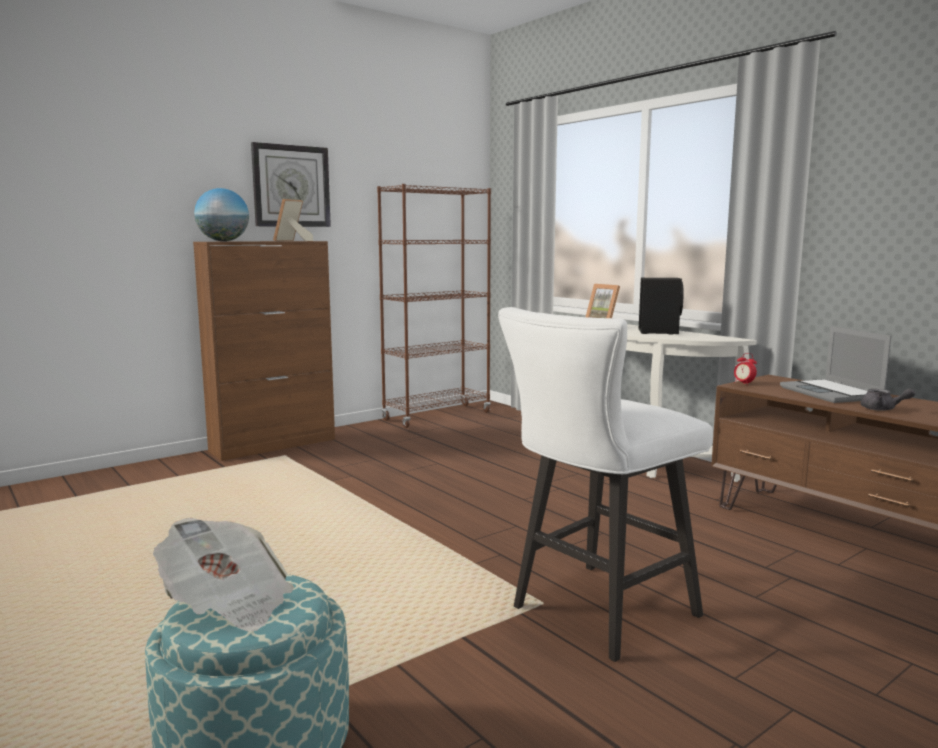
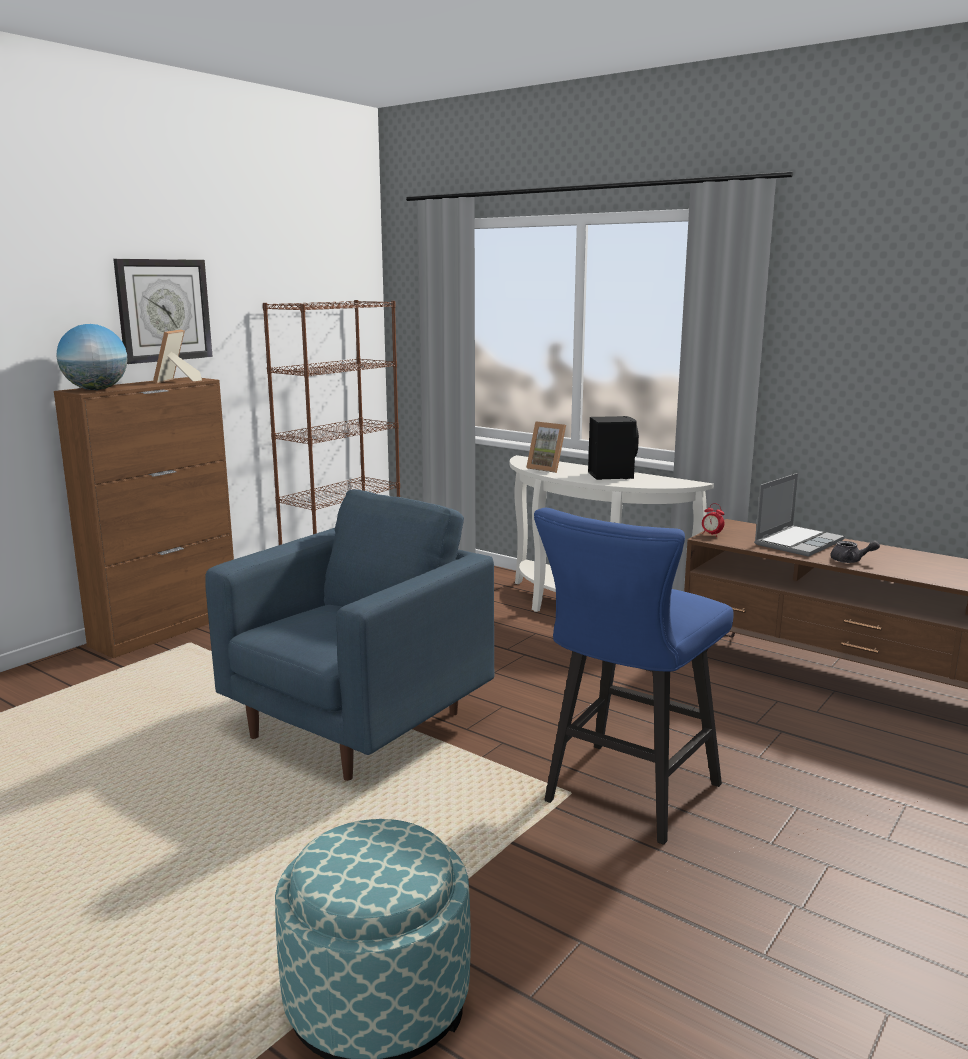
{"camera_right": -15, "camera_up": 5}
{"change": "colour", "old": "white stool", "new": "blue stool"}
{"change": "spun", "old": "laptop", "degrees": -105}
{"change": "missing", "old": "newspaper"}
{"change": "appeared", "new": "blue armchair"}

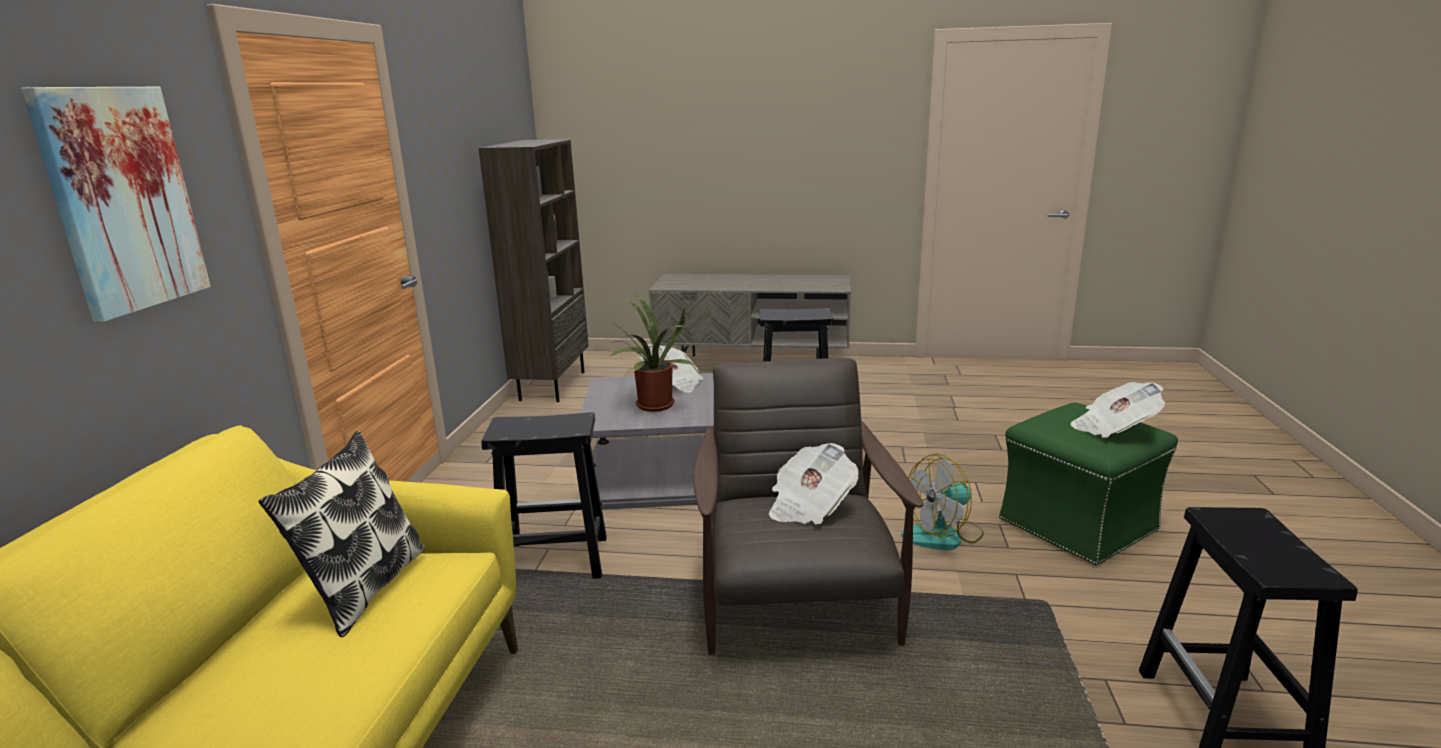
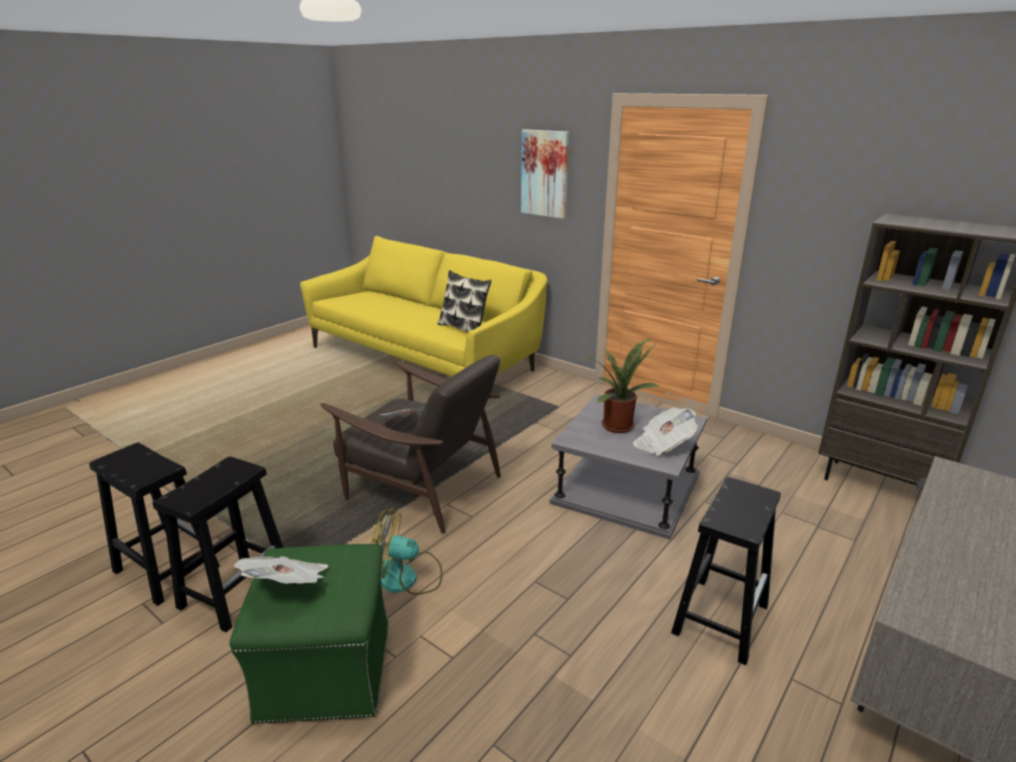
{"camera_right": 120, "camera_up": 5}
{"change": "relocated", "old": "black stool (no. 1 from left in the first image)", "new": "black stool (no. 2 from left)"}
{"change": "spun", "old": "fan", "degrees": -90}

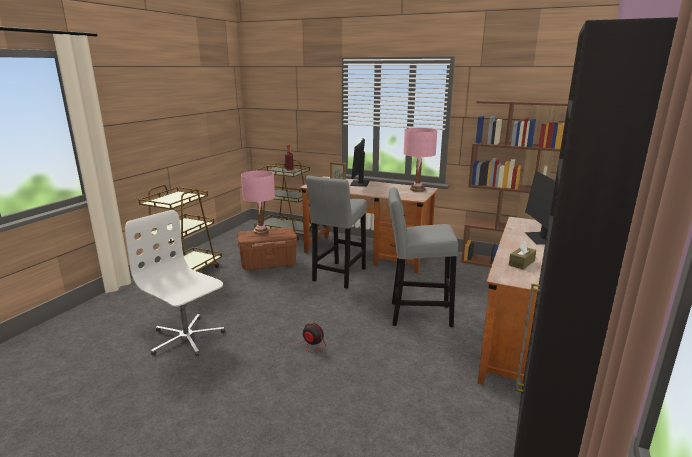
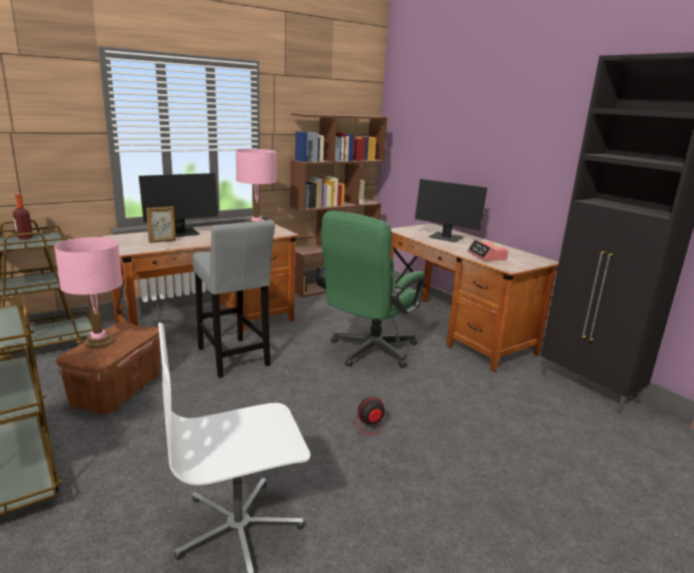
{"camera_right": -60, "camera_up": 0}
{"change": "spun", "old": "monitor (no. 1 from left)", "degrees": -75}
{"change": "exchanged", "old": "grey stool (no. 2 from left)", "new": "green office chair"}
{"change": "exchanged", "old": "brown tissue box", "new": "alarm clock"}

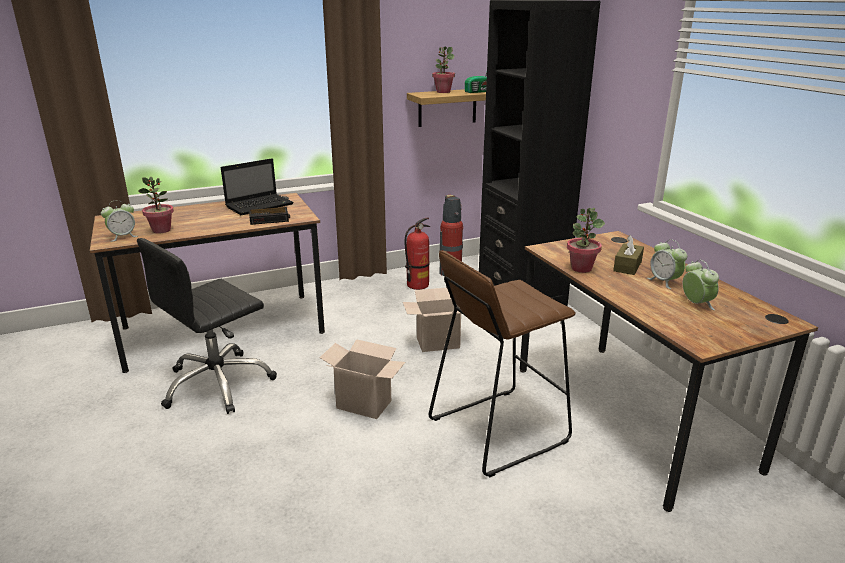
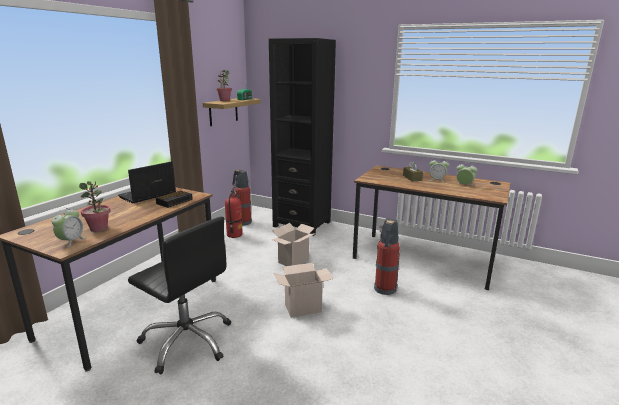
{"camera_right": -40, "camera_up": -5}
{"change": "spun", "old": "laptop", "degrees": -150}
{"change": "missing", "old": "potted plant (no. 3 from left)"}
{"change": "spun", "old": "black office chair", "degrees": -60}
{"change": "exchanged", "old": "brown stool", "new": "fire extinguisher (no. 3 from left)"}

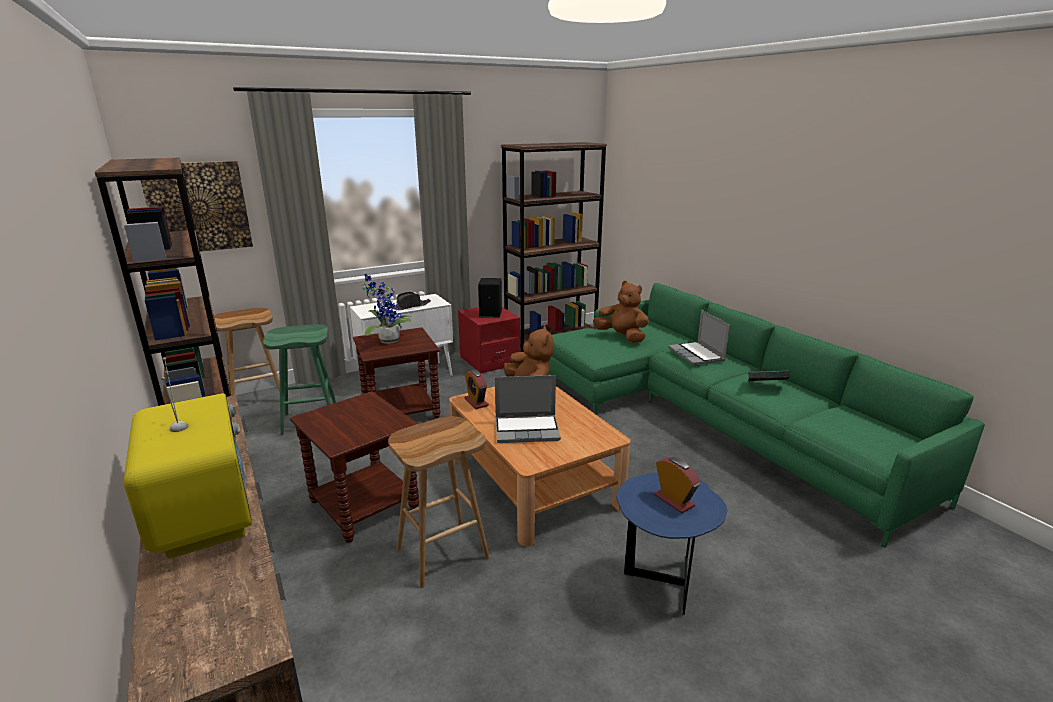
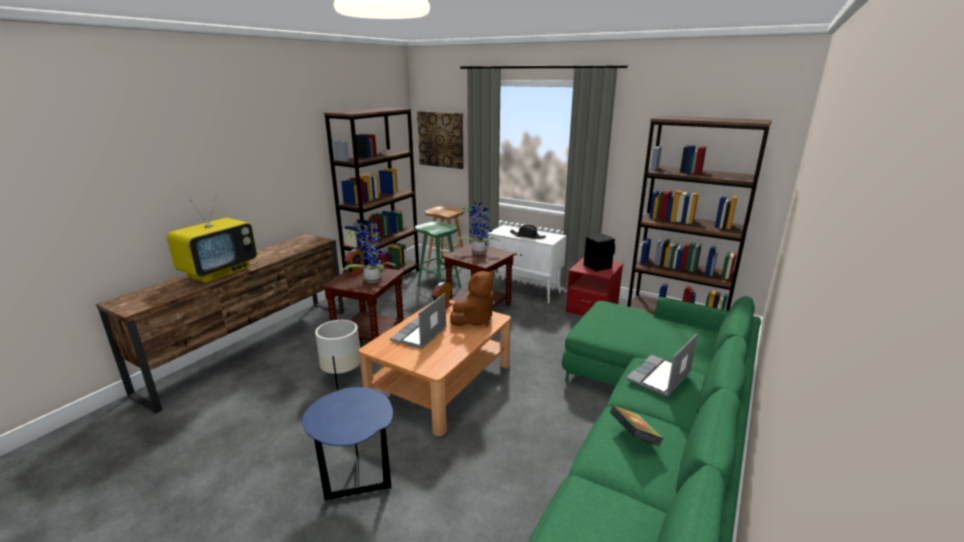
{"camera_right": 60, "camera_up": 0}
{"change": "missing", "old": "brown plush toy (no. 2 from left)"}
{"change": "spun", "old": "laptop (no. 1 from left)", "degrees": 60}
{"change": "exchanged", "old": "brown stool (no. 2 from left)", "new": "white planter"}
{"change": "relocated", "old": "alarm clock (no. 2 from left in the first image)", "new": "alarm clock (no. 1 from left)"}
{"change": "appeared", "new": "potted plant (no. 1 from left)"}

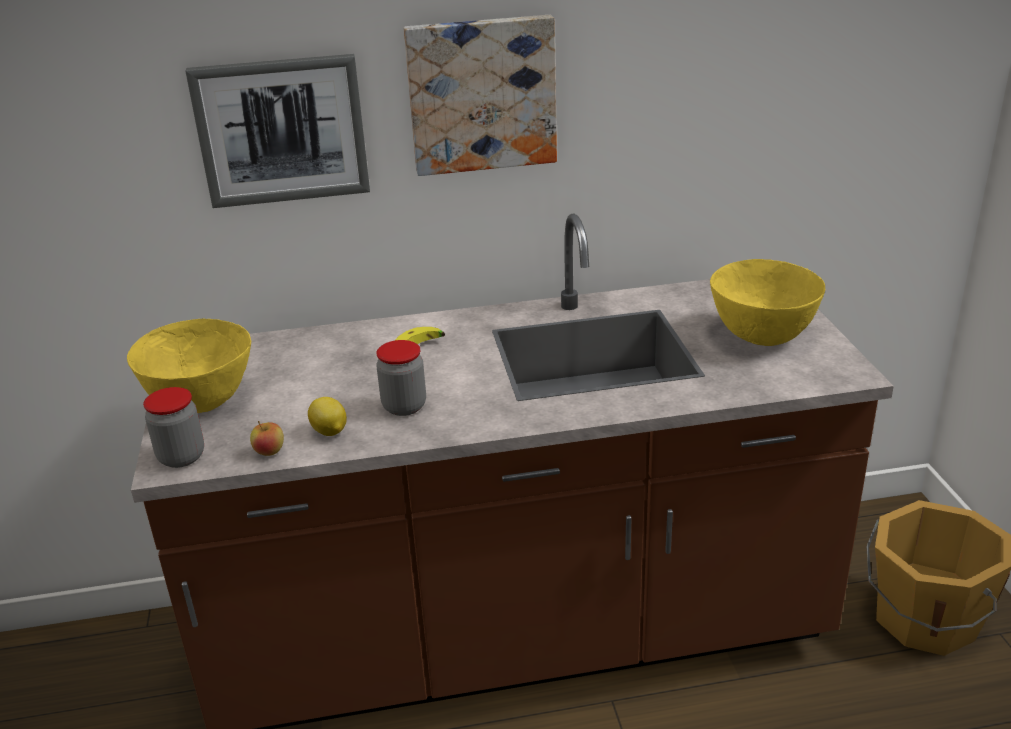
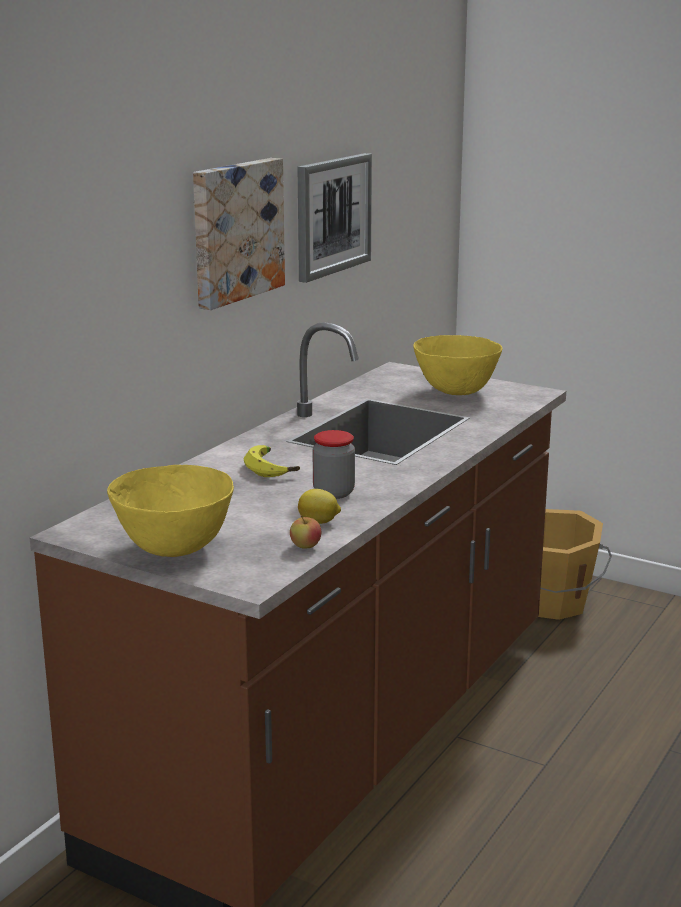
{"camera_right": -50, "camera_up": -10}
{"change": "relocated", "old": "picture (no. 1 from left in the first image)", "new": "picture (no. 2 from left)"}
{"change": "missing", "old": "jar (no. 1 from left)"}

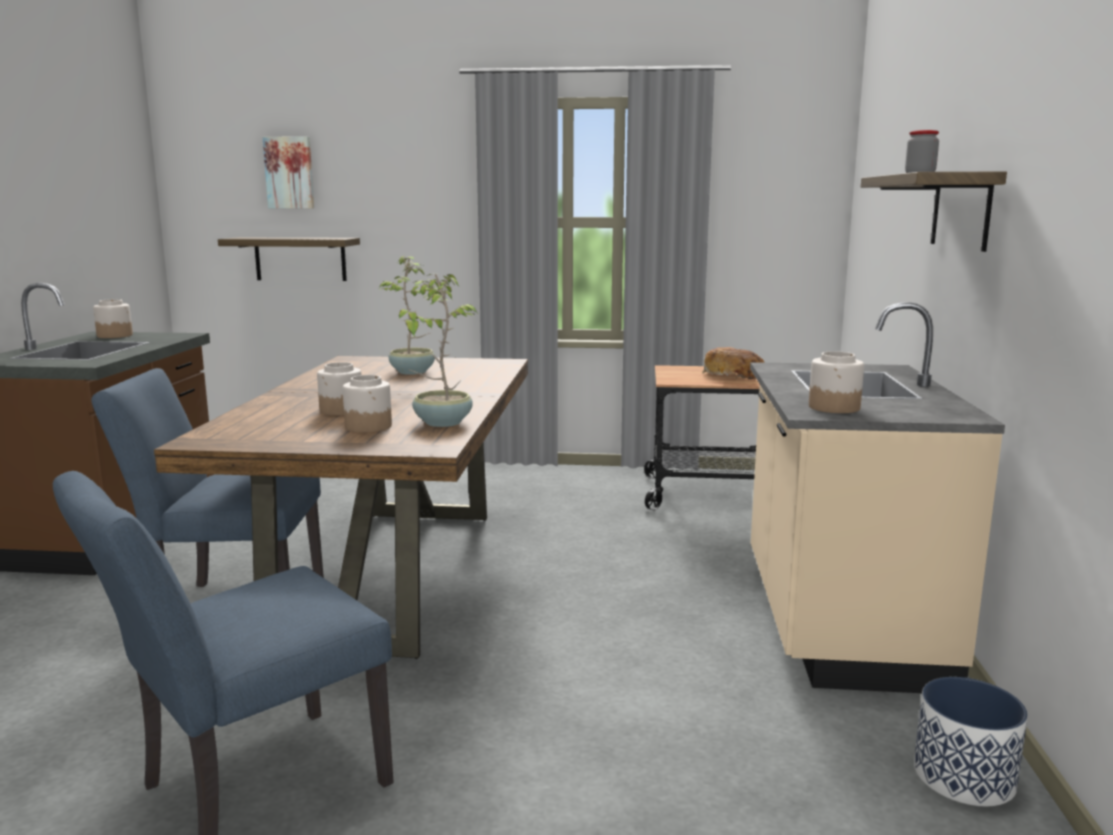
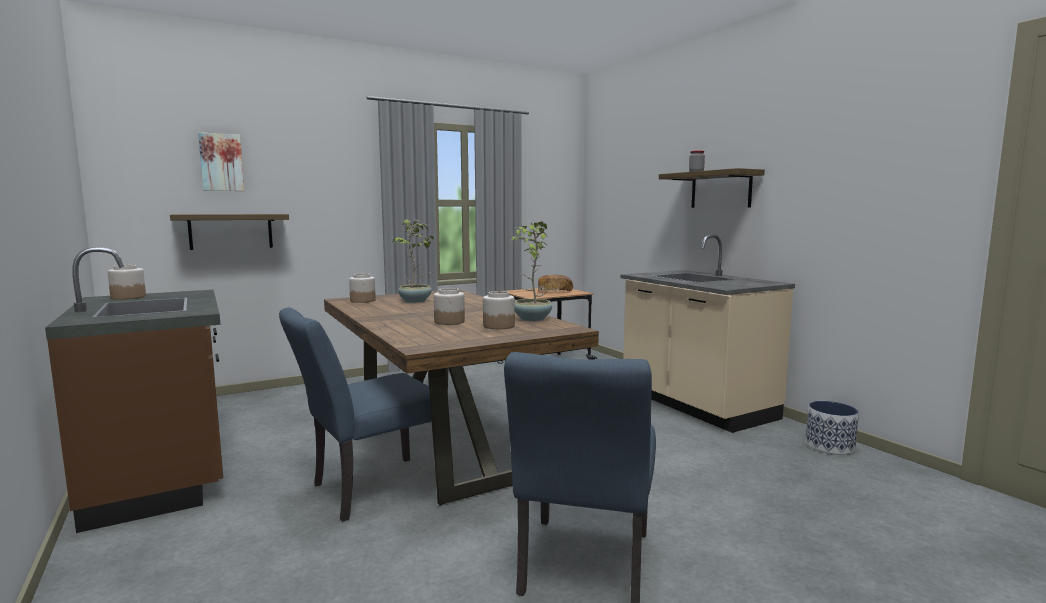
{"camera_right": -35, "camera_up": -5}
{"change": "relocated", "old": "jar (no. 4 from left in the first image)", "new": "jar (no. 2 from left)"}

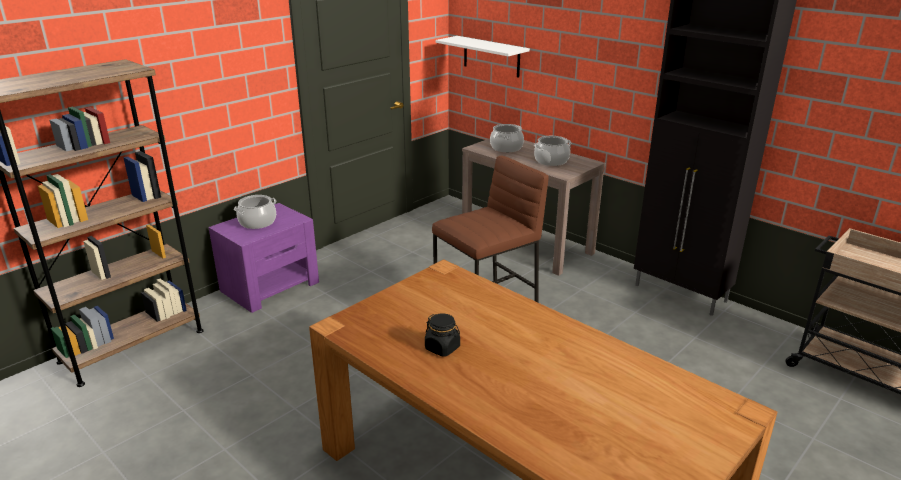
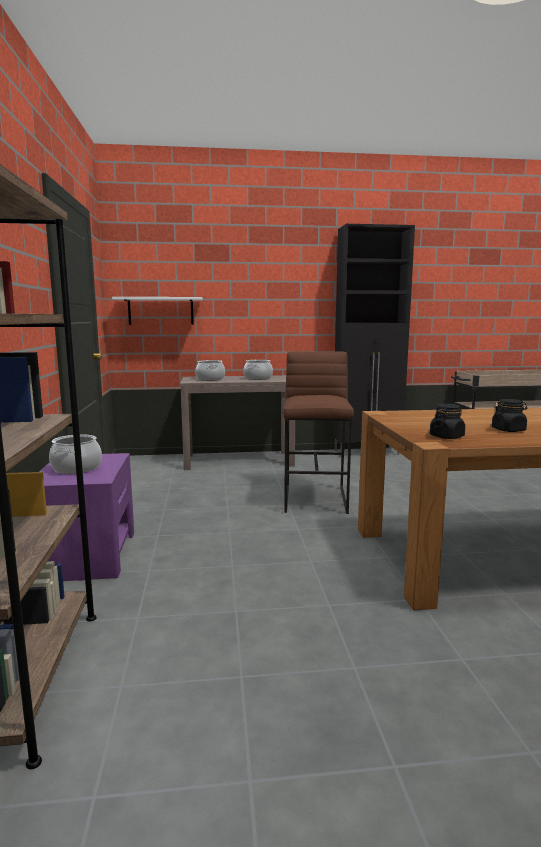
{"camera_right": -50, "camera_up": -15}
{"change": "appeared", "new": "black jar (no. 1 from left)"}

